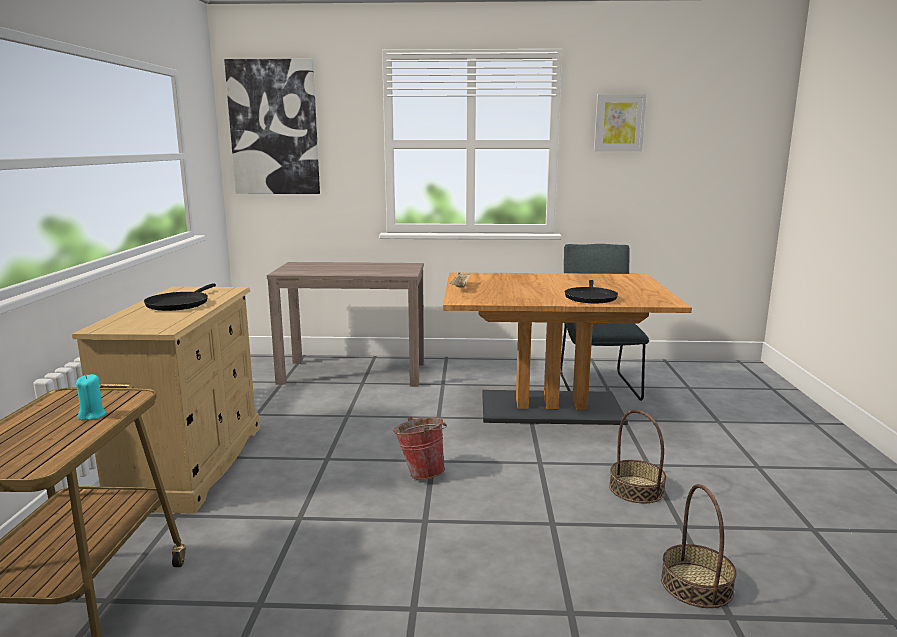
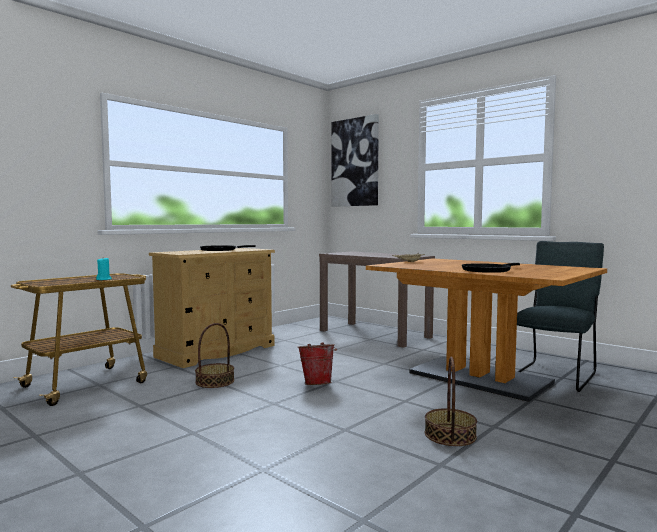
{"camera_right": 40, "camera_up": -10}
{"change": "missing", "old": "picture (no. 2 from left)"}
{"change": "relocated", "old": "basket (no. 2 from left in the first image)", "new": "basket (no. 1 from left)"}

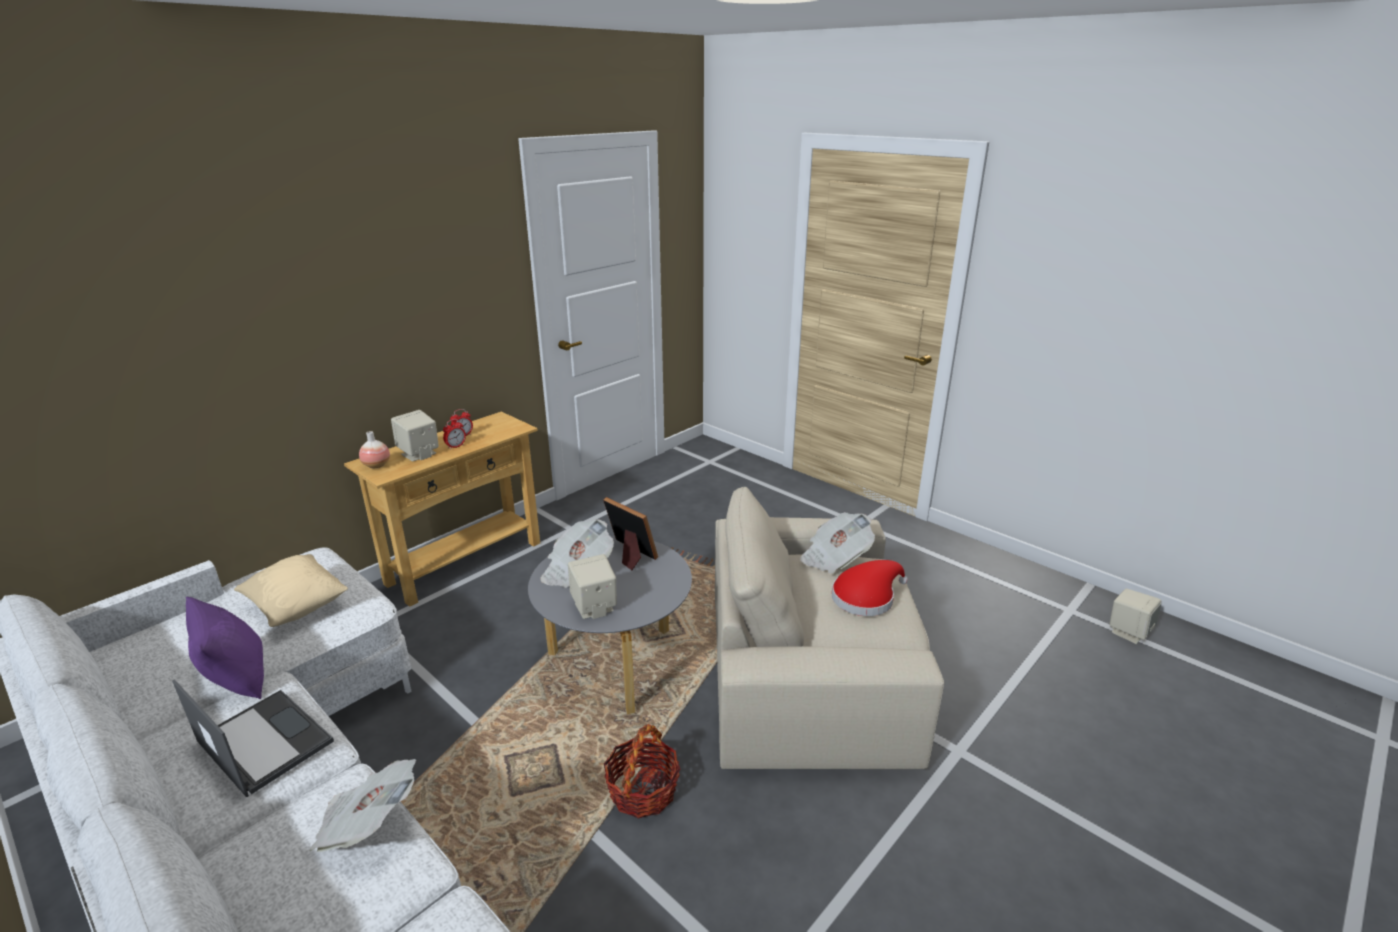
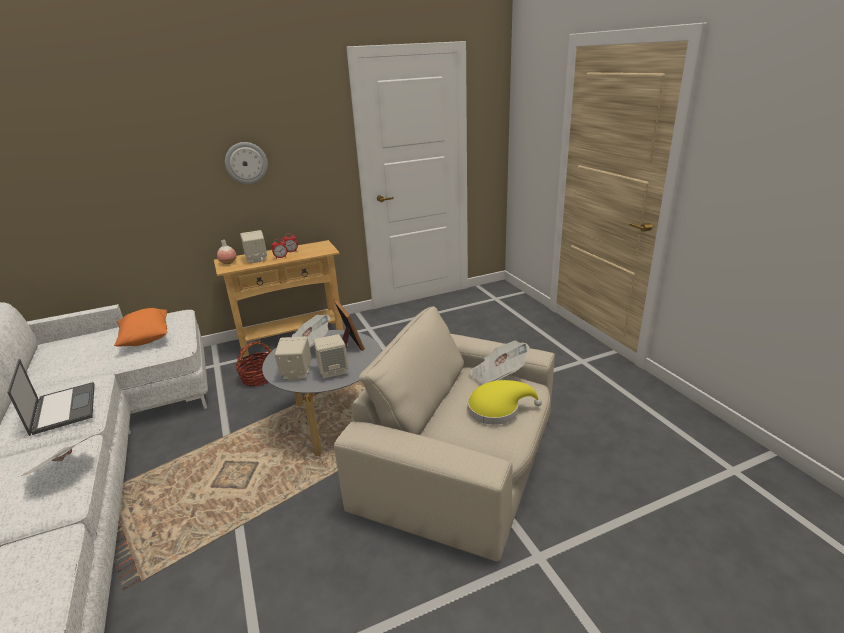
{"camera_right": 25, "camera_up": 0}
{"change": "colour", "old": "beige pillow", "new": "orange pillow"}
{"change": "colour", "old": "red hat", "new": "yellow hat"}
{"change": "relocated", "old": "beige speaker (no. 3 from left)"}
{"change": "missing", "old": "purple pillow"}
{"change": "relocated", "old": "basket"}
{"change": "appeared", "new": "wall clock"}

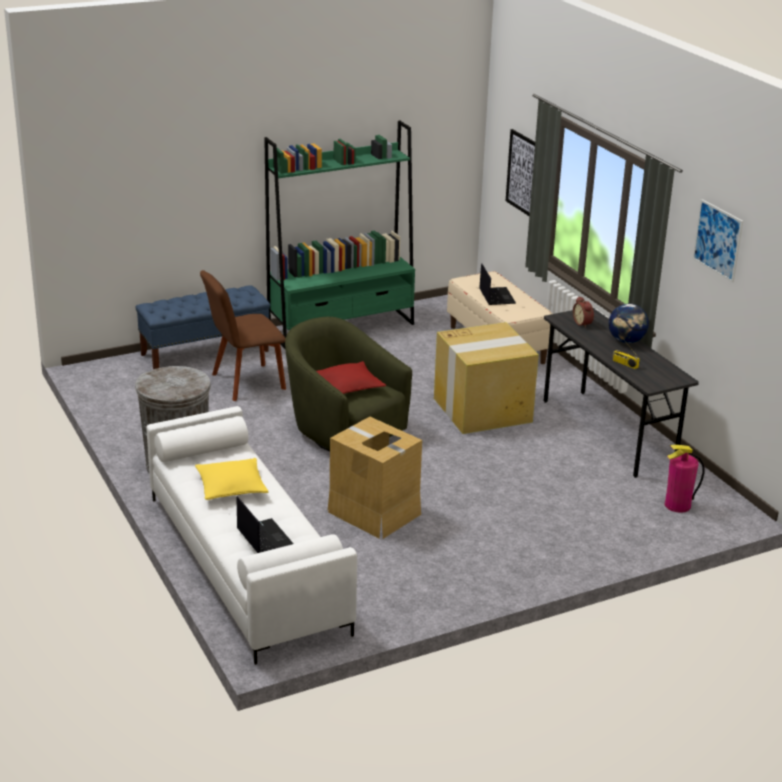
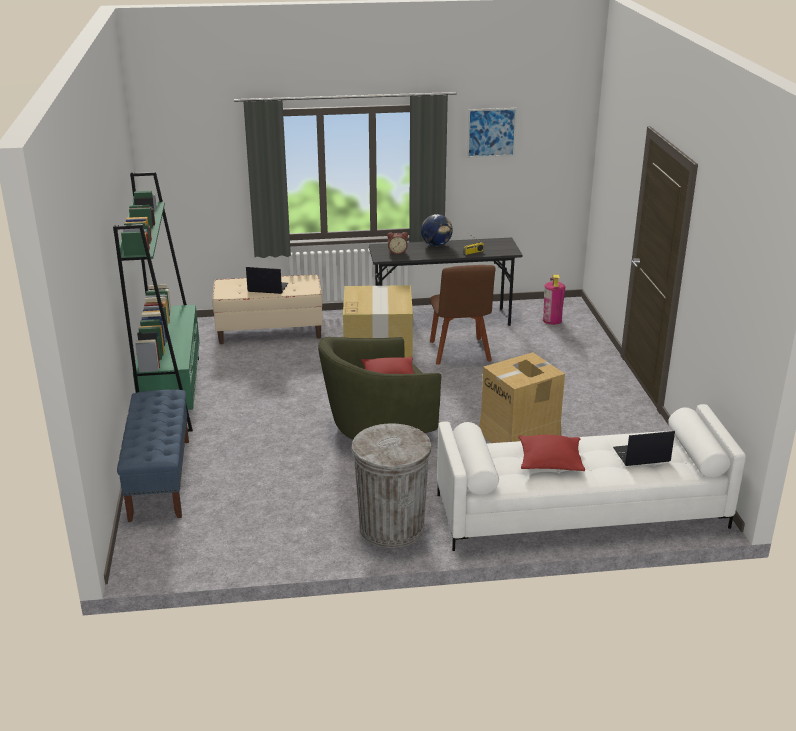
{"camera_right": -70, "camera_up": 0}
{"change": "missing", "old": "picture (no. 1 from left)"}
{"change": "relocated", "old": "brown chair"}
{"change": "colour", "old": "yellow pillow", "new": "red pillow (no. 2 from left)"}

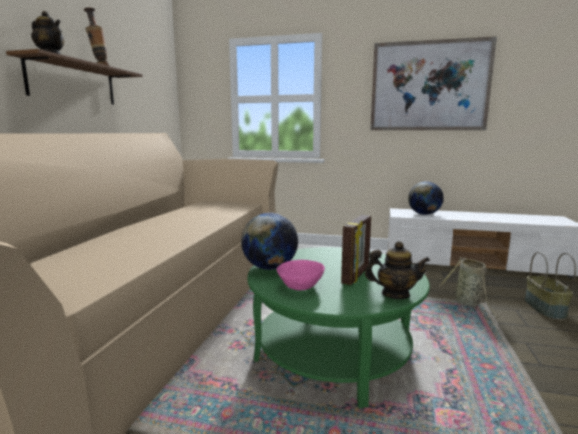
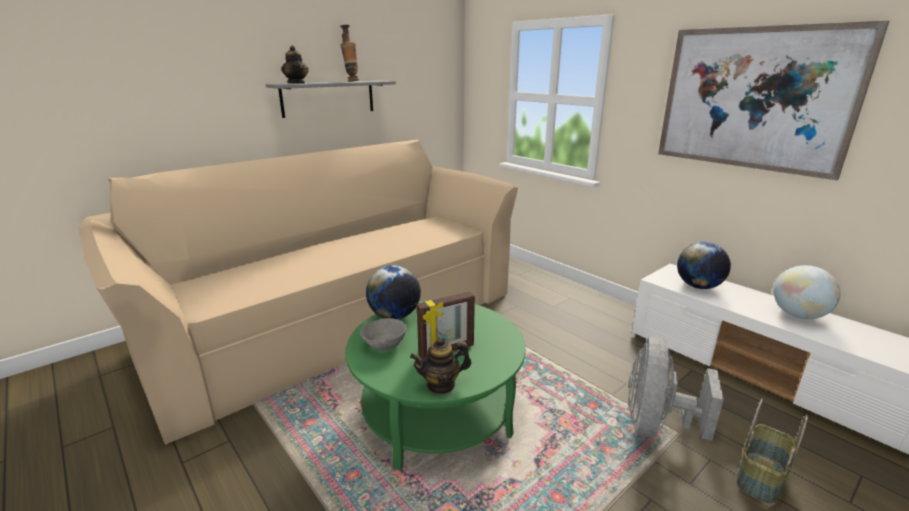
{"camera_right": 35, "camera_up": 10}
{"change": "colour", "old": "brown shelf", "new": "grey shelf"}
{"change": "spun", "old": "teapot (no. 2 from left)", "degrees": 120}
{"change": "exchanged", "old": "basket (no. 1 from left)", "new": "grey fan"}
{"change": "colour", "old": "pink bowl", "new": "grey bowl"}
{"change": "appeared", "new": "globe (no. 3 from left)"}

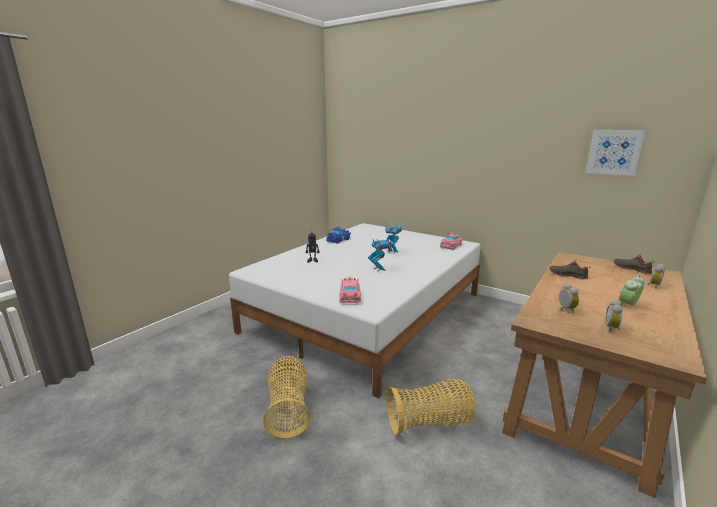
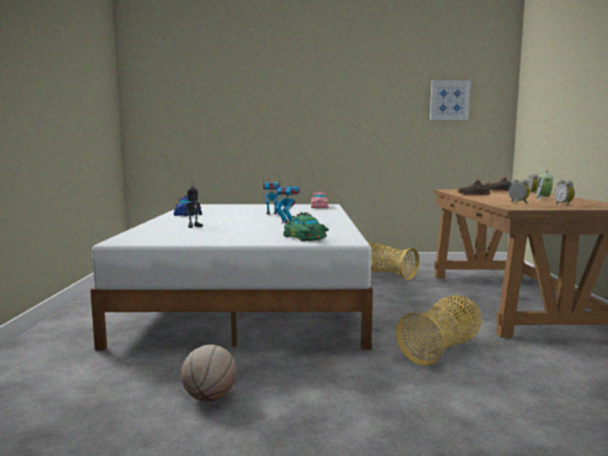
{"camera_right": -35, "camera_up": -10}
{"change": "colour", "old": "pink toy car (no. 1 from left)", "new": "green toy car"}
{"change": "relocated", "old": "basket (no. 1 from left)"}
{"change": "appeared", "new": "basketball"}

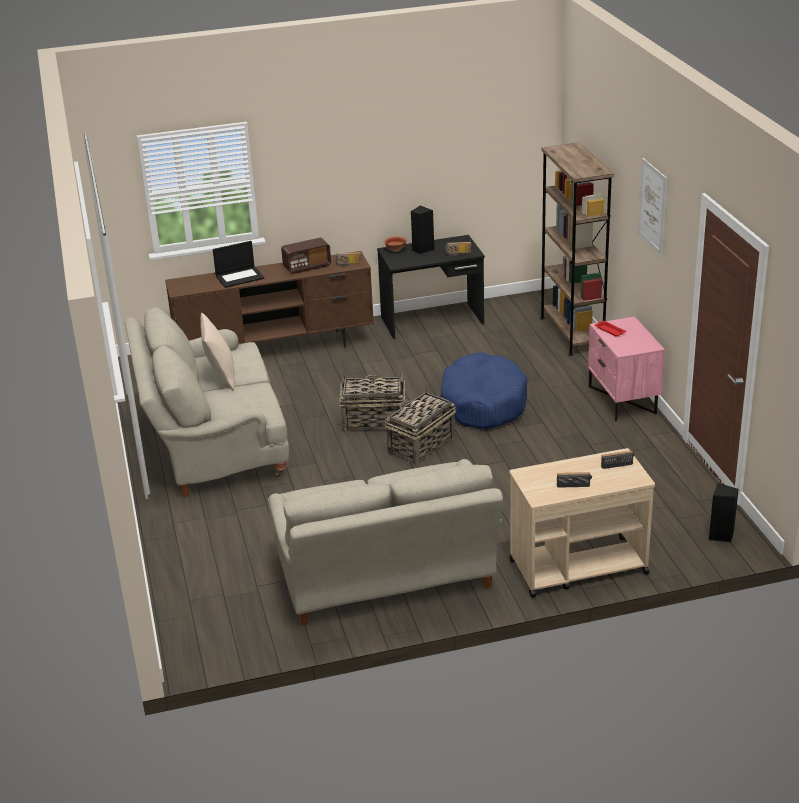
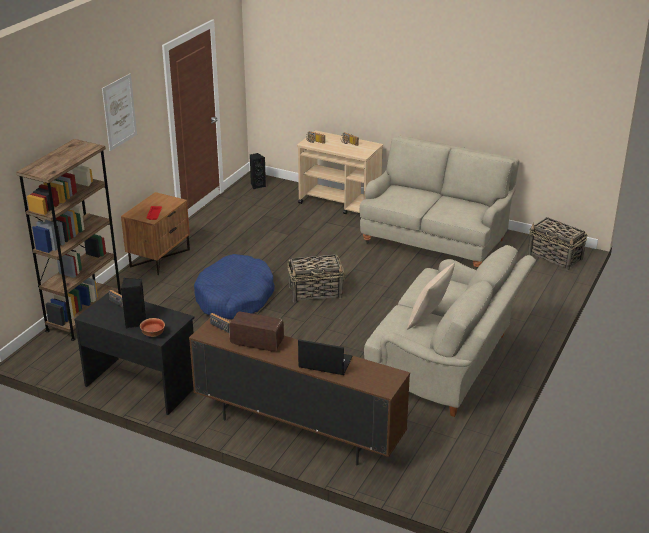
{"camera_right": -140, "camera_up": 0}
{"change": "colour", "old": "pink nightstand", "new": "brown nightstand"}
{"change": "relocated", "old": "basket (no. 1 from left in the first image)", "new": "basket (no. 2 from left)"}

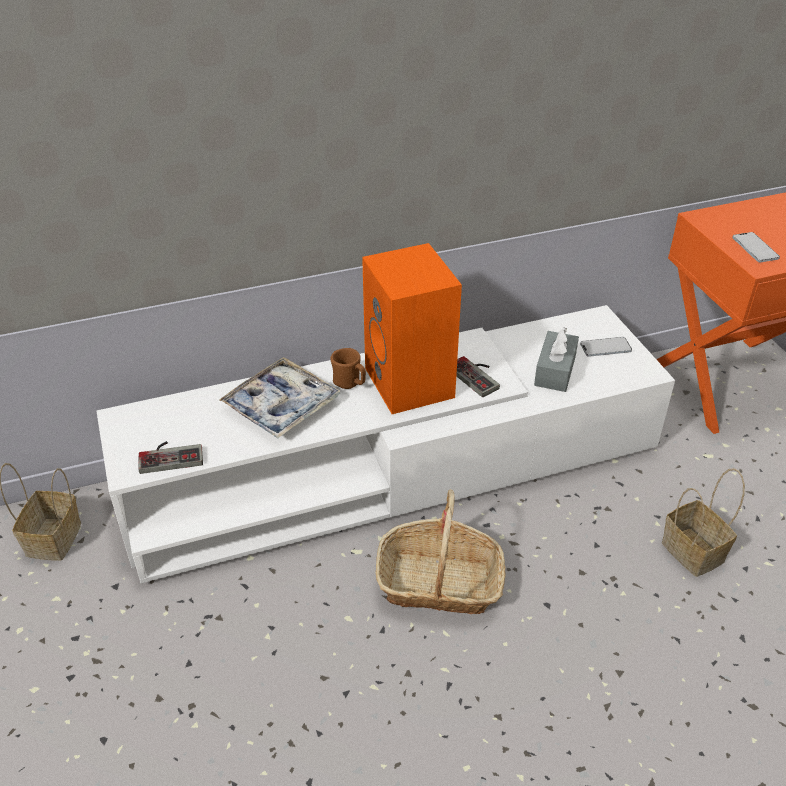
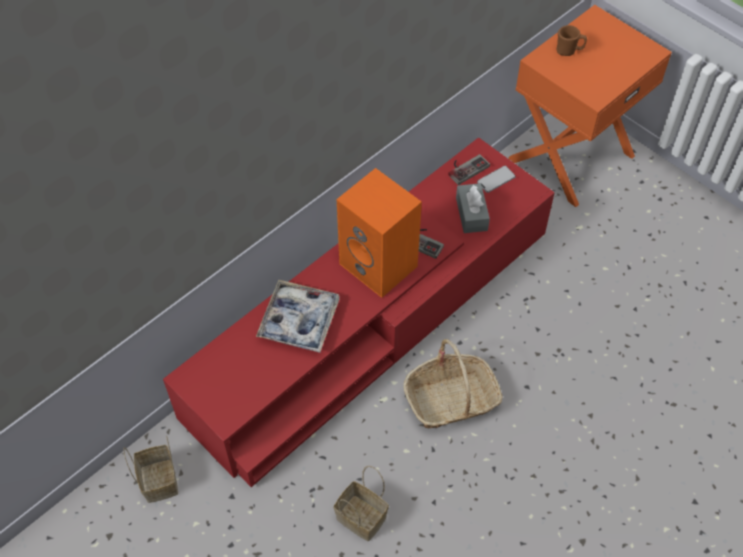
{"camera_right": -25, "camera_up": 15}
{"change": "missing", "old": "phone (no. 2 from left)"}
{"change": "colour", "old": "white tv stand", "new": "red tv stand"}
{"change": "relocated", "old": "brown mug"}
{"change": "relocated", "old": "game controller (no. 1 from left in the first image)", "new": "game controller (no. 2 from left)"}
{"change": "relocated", "old": "basket (no. 3 from left in the first image)", "new": "basket (no. 2 from left)"}

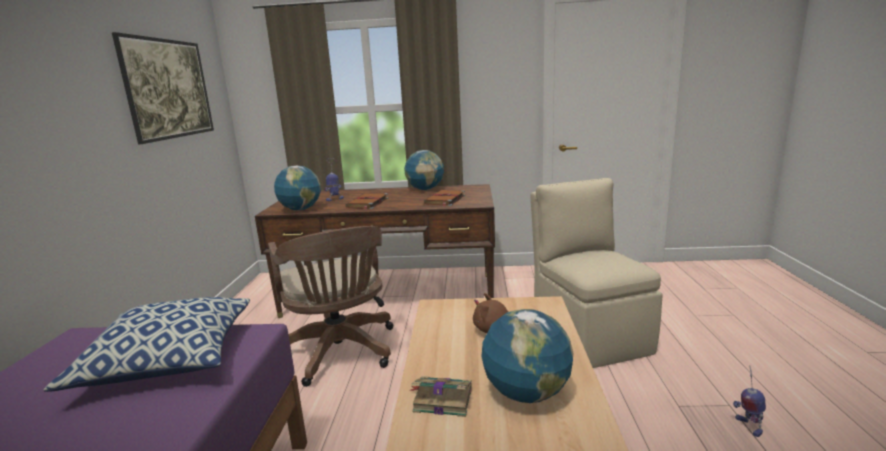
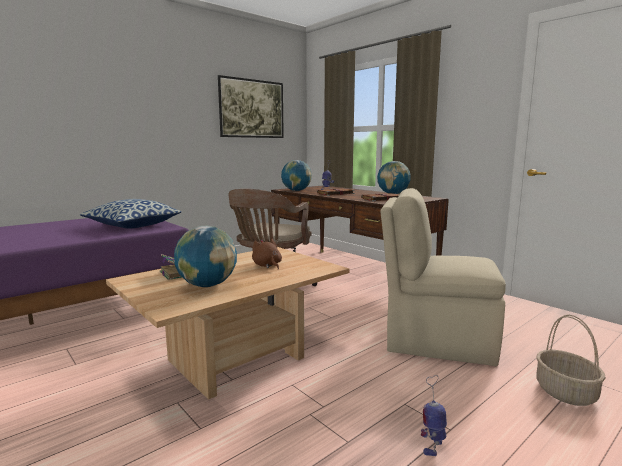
{"camera_right": 45, "camera_up": -5}
{"change": "spun", "old": "beige chair", "degrees": -105}
{"change": "appeared", "new": "basket"}

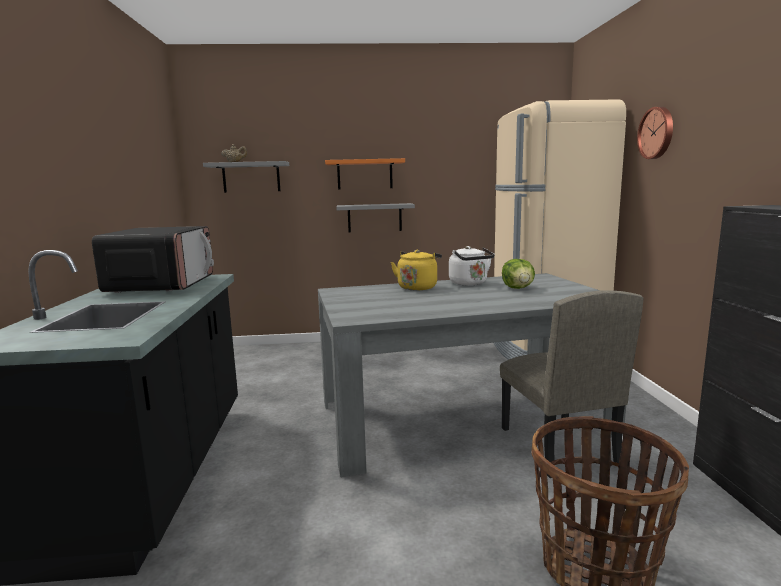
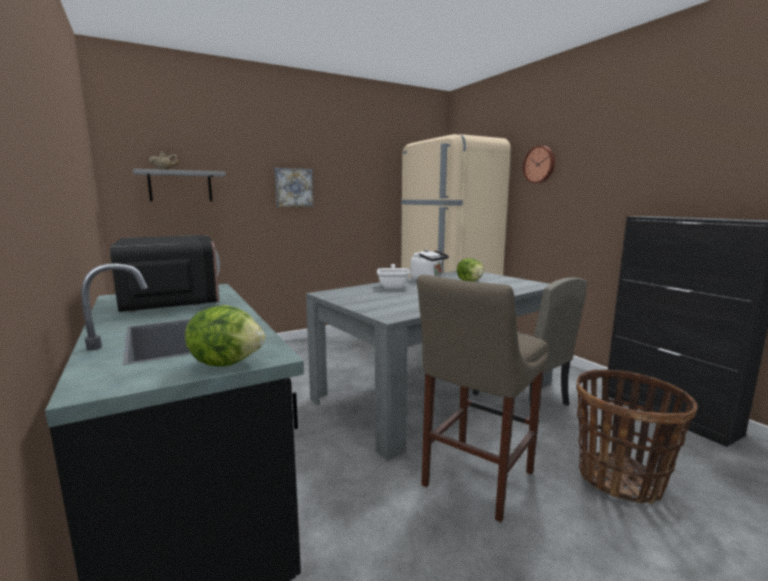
{"camera_right": -25, "camera_up": 0}
{"change": "exchanged", "old": "orange shelf", "new": "picture"}
{"change": "missing", "old": "grey shelf (no. 2 from left)"}
{"change": "exchanged", "old": "yellow kettle", "new": "frying pan"}
{"change": "appeared", "new": "beige stool"}
{"change": "appeared", "new": "lettuce (no. 1 from left)"}

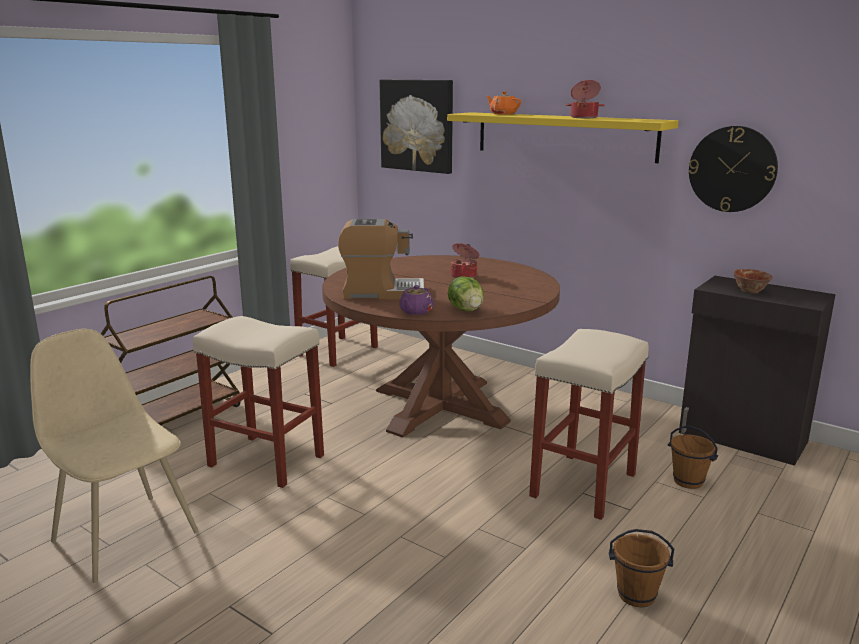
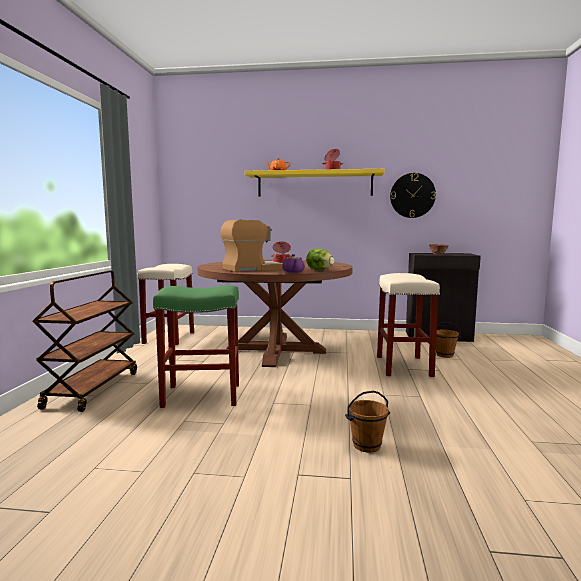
{"camera_right": -30, "camera_up": -10}
{"change": "missing", "old": "picture"}
{"change": "colour", "old": "beige stool (no. 1 from left)", "new": "green stool"}
{"change": "missing", "old": "beige chair"}
{"change": "relocated", "old": "brown bucket (no. 1 from left)"}

